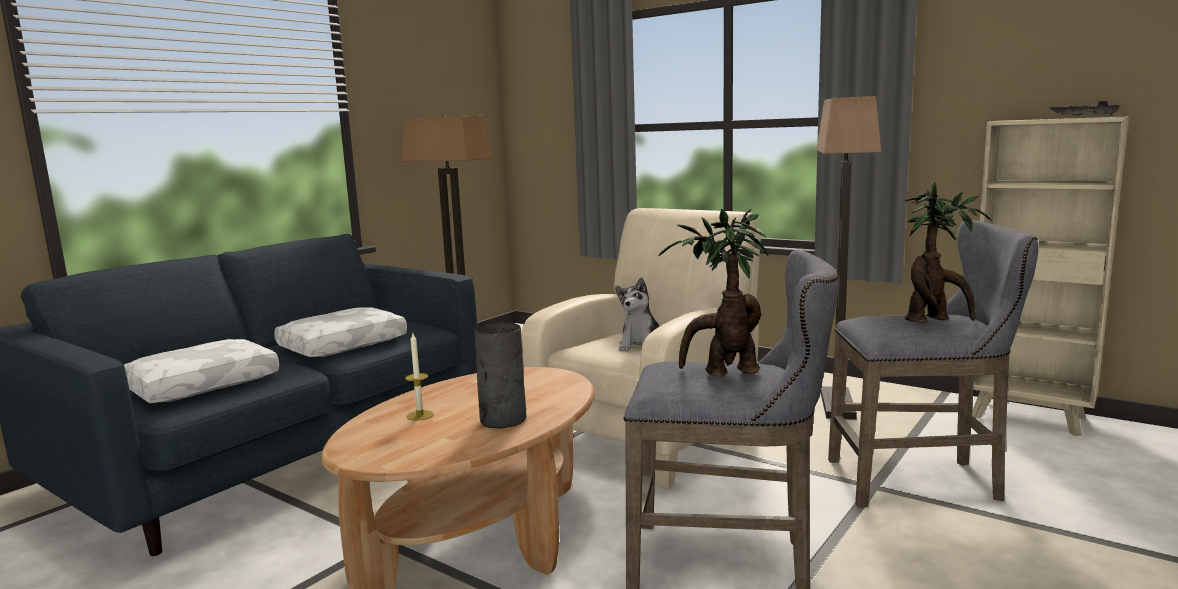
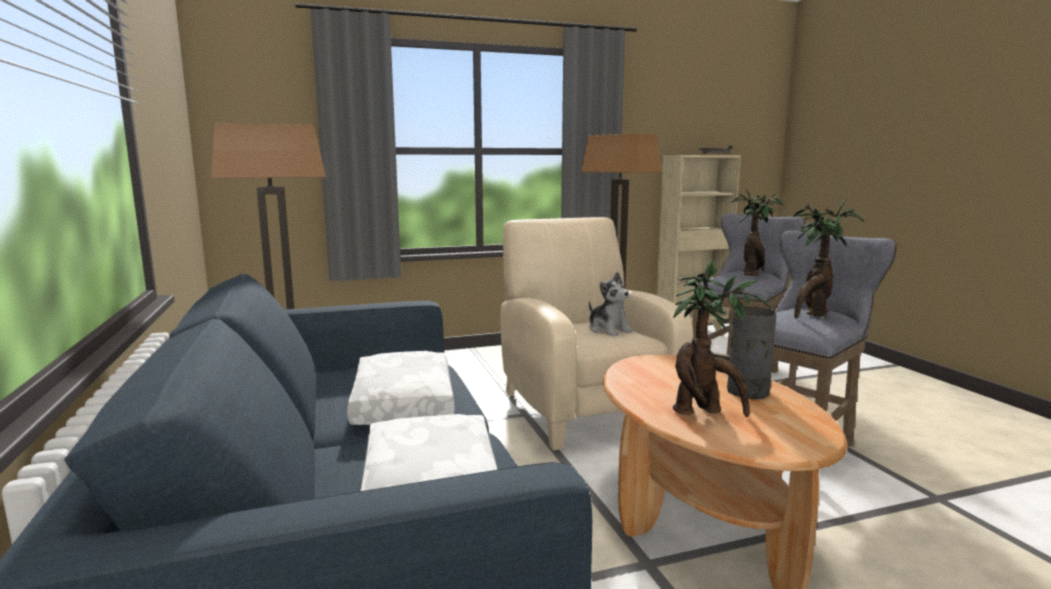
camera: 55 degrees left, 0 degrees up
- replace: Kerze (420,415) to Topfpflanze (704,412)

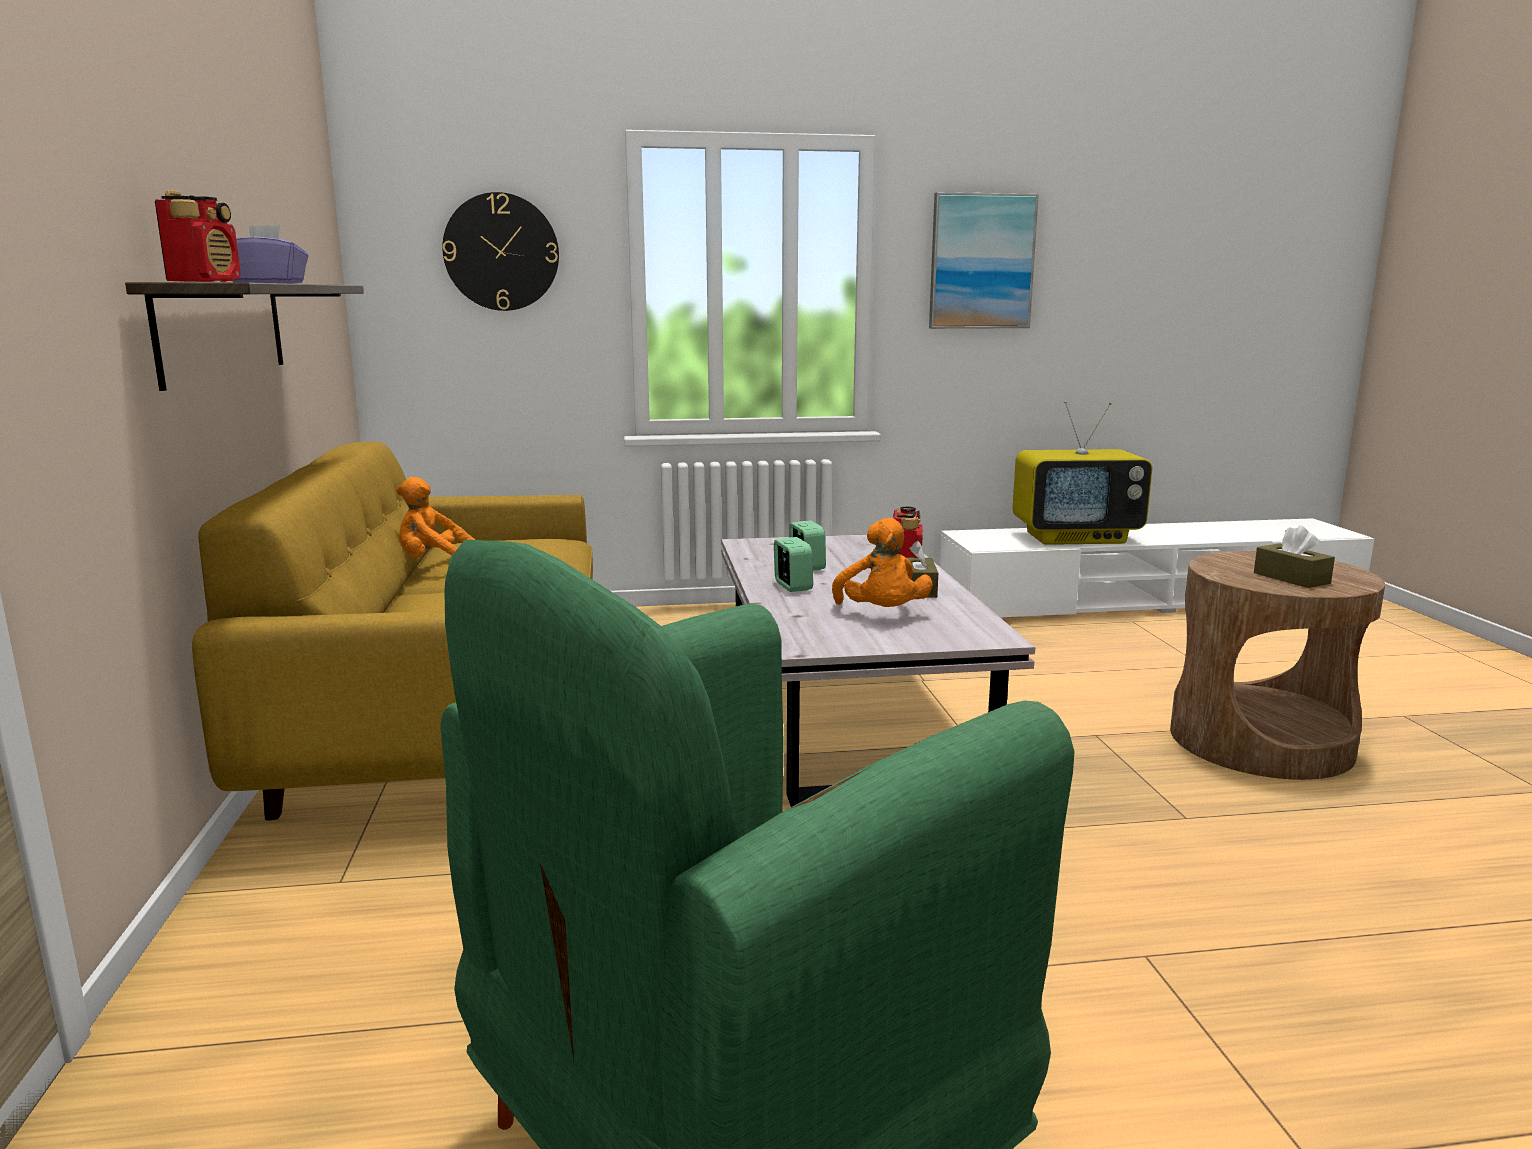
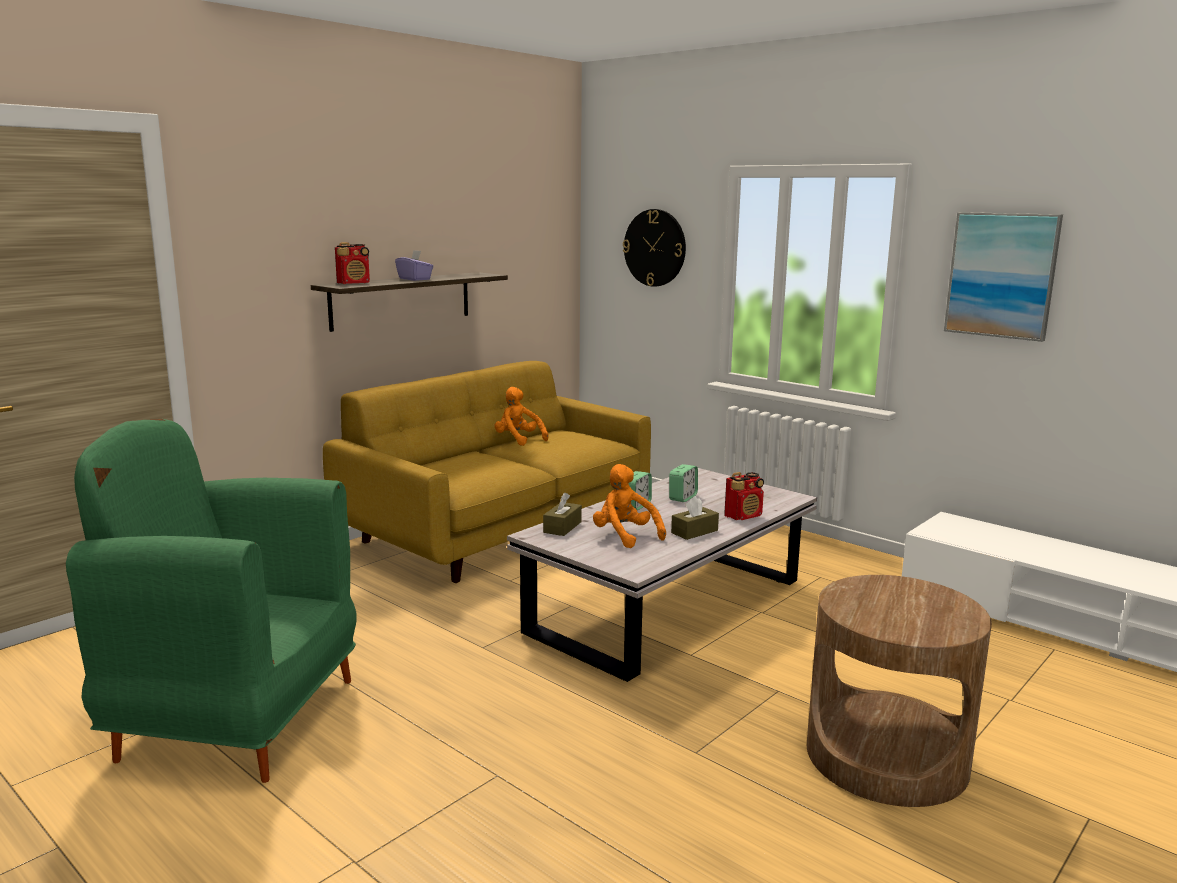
camera: 50 degrees right, 0 degrees up
- move: Taschentuchbox [braun] (1291,578) to (562,527)
- rotate: Plüschtier [orange] (881,614) = (625,536) 105 degrees clockwise
- delete: Fernseher (1076,538)

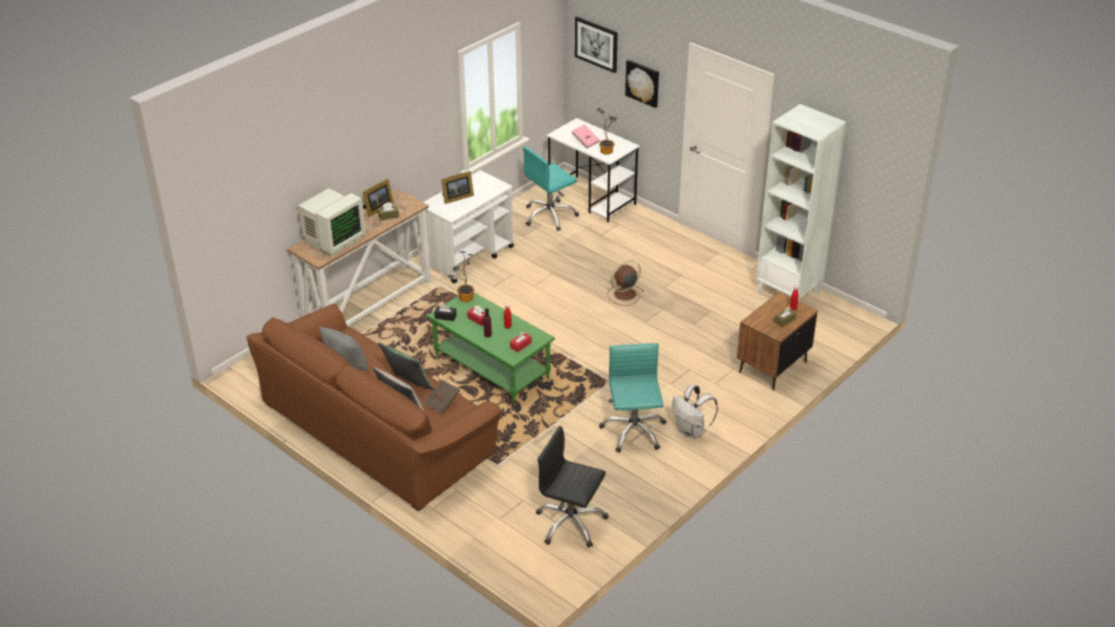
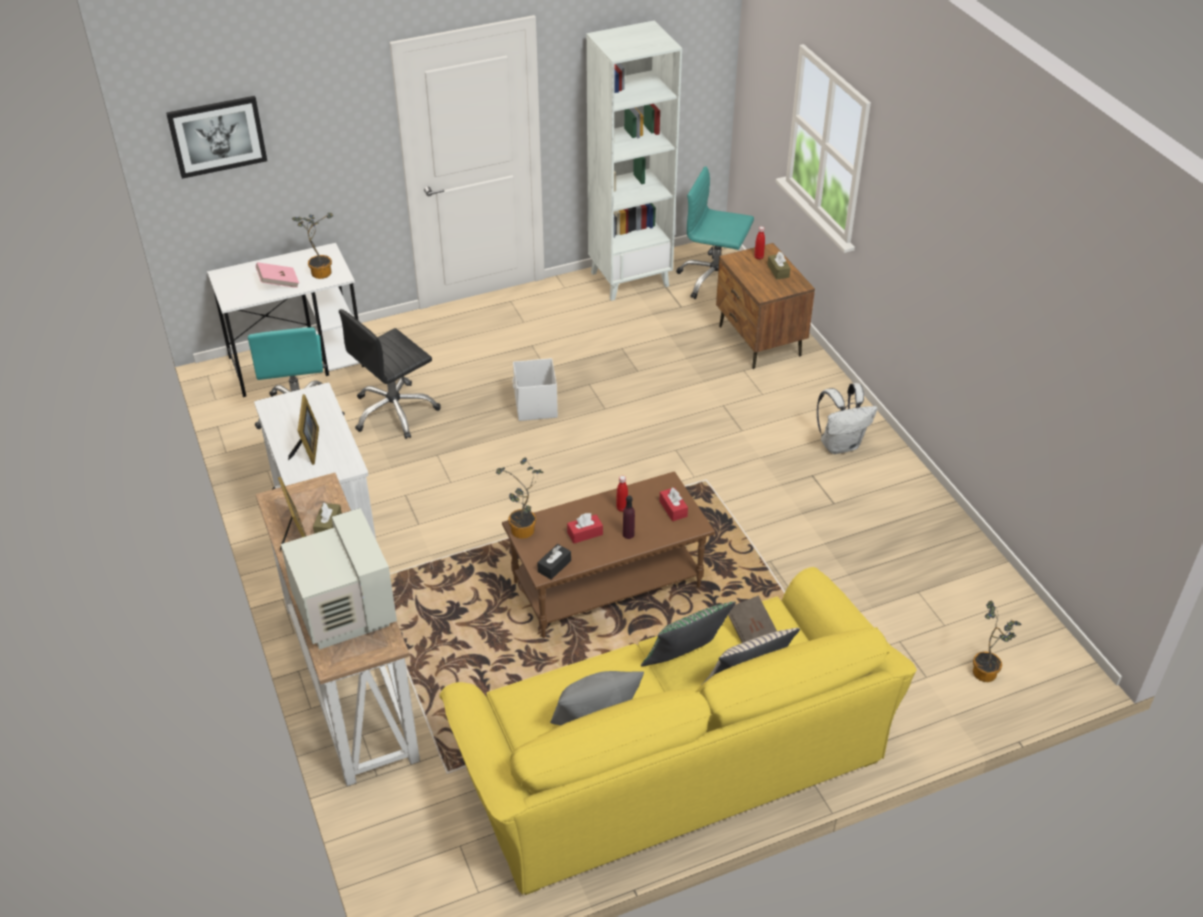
camera: 65 degrees left, 5 degrees up
- move: Bürostuhl [schwarz] (570,523) to (395,412)
- recolor: Sofa [braun] (377,429) to Sofa [gelb] (670,758)
- recolor: Couchtisch [grün] (491,368) to Couchtisch [braun] (607,586)
- replace: Ventilator [braun] (624,294) to Aufbewahrungsbox [weiß] (535,407)
- move: Bürostuhl [türkis] (633,431) to (715,280)
- insert: Topfpflanze (987,671)
- delete: Bild (643,83)

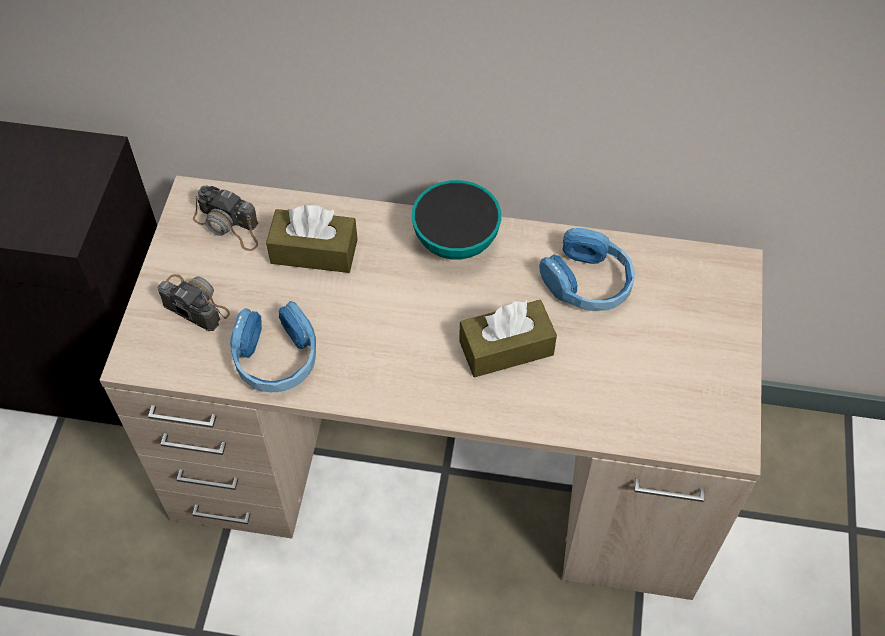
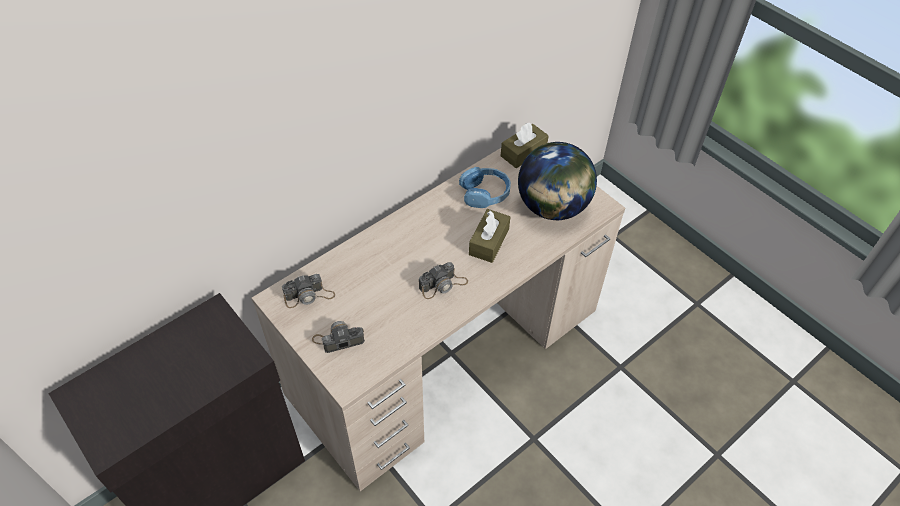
camera: 50 degrees left, 5 degrees down
- insert: Kamera (443,285)
- move: Taschentuchbox [braun] (314,251) to (523,152)
- insert: Globus (552,207)
- delete: Kopfhörer [blau] (276,358)
- delete: Schüssel (456,242)

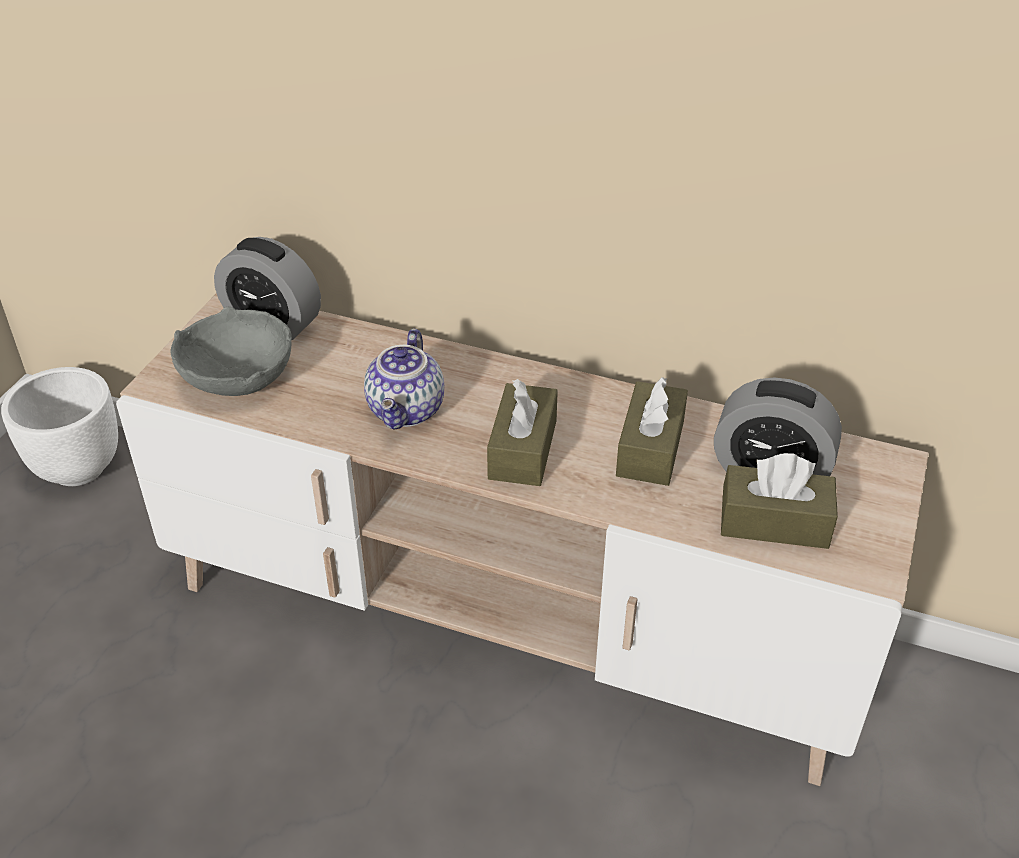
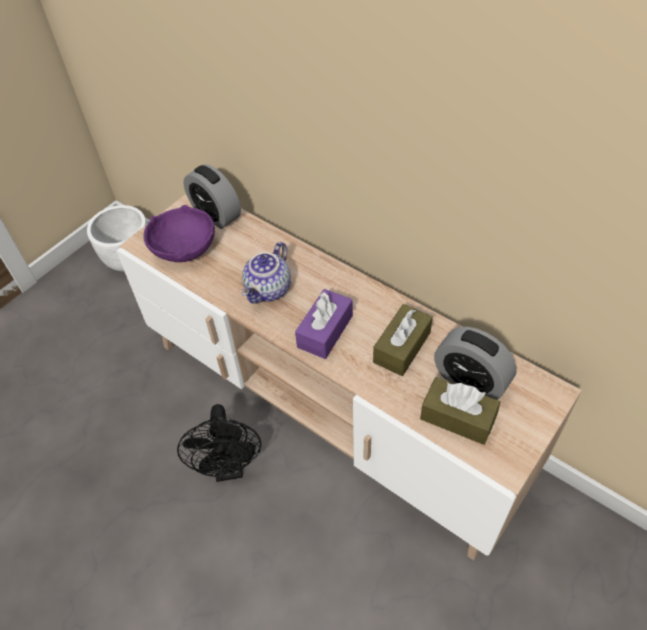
camera: 20 degrees right, 10 degrees up
- recolor: Schüssel [grau] (239,377) to Schüssel [lila] (185,248)
- insert: Ventilator [schwarz] (229,467)
- recolor: Taschentuchbox [braun] (522,449) to Taschentuchbox [lila] (325,331)

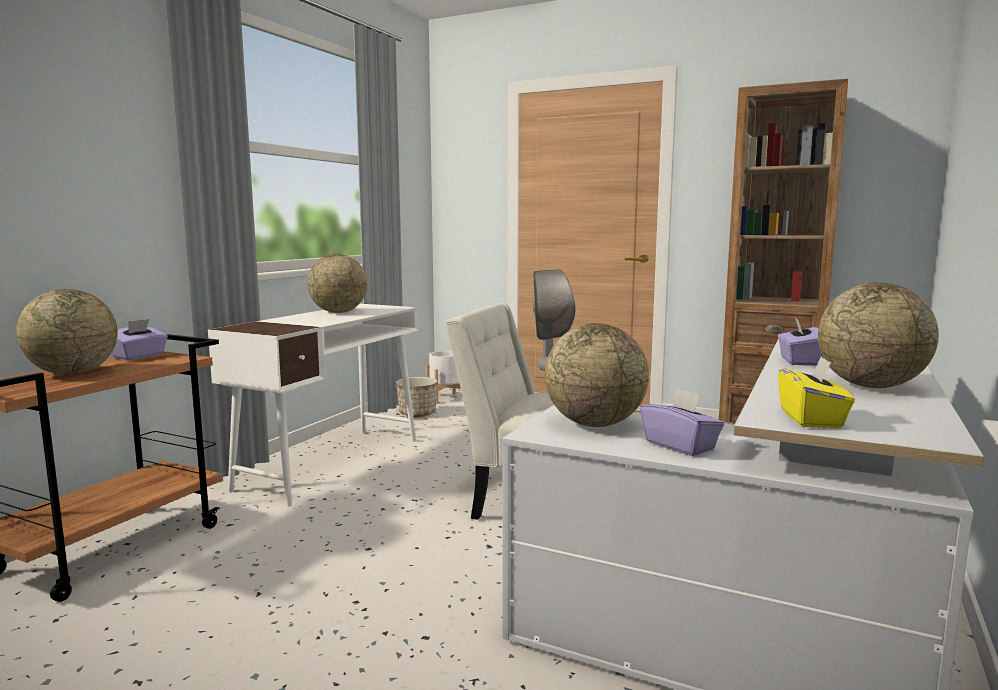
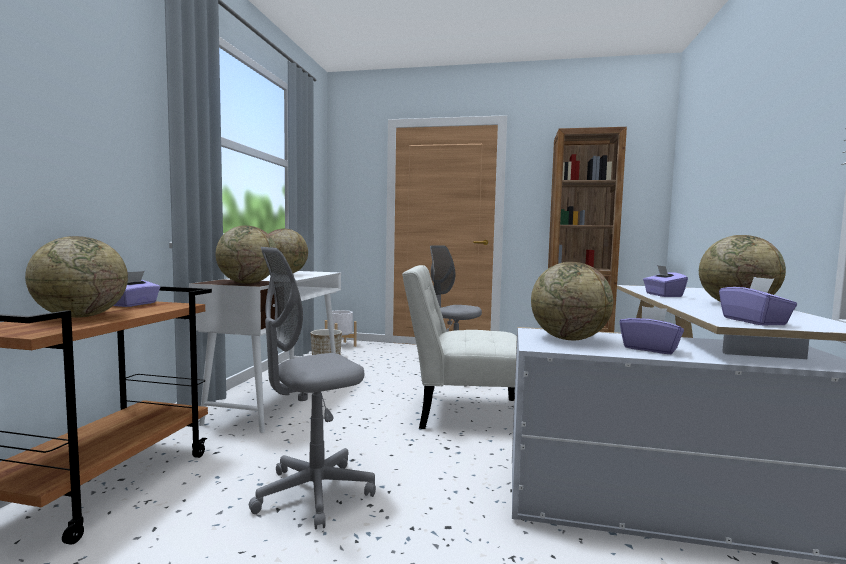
camera: 15 degrees left, 5 degrees down
- insert: Globus (247,283)
- insert: Bürostuhl [grau] (314,493)
- recolor: Taschentuchbox [gelb] (812,419) to Taschentuchbox [lila] (754,321)

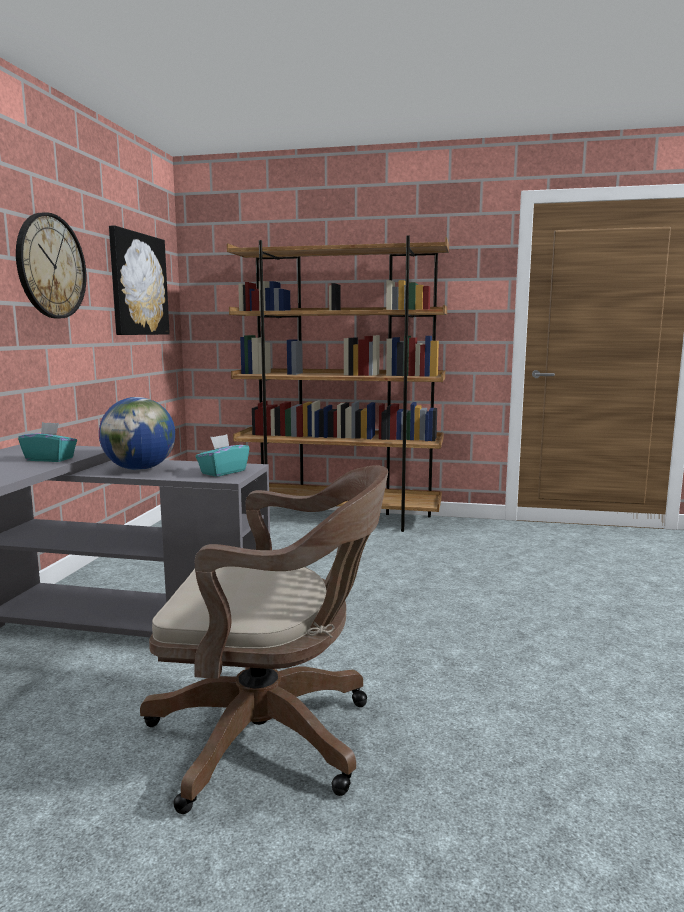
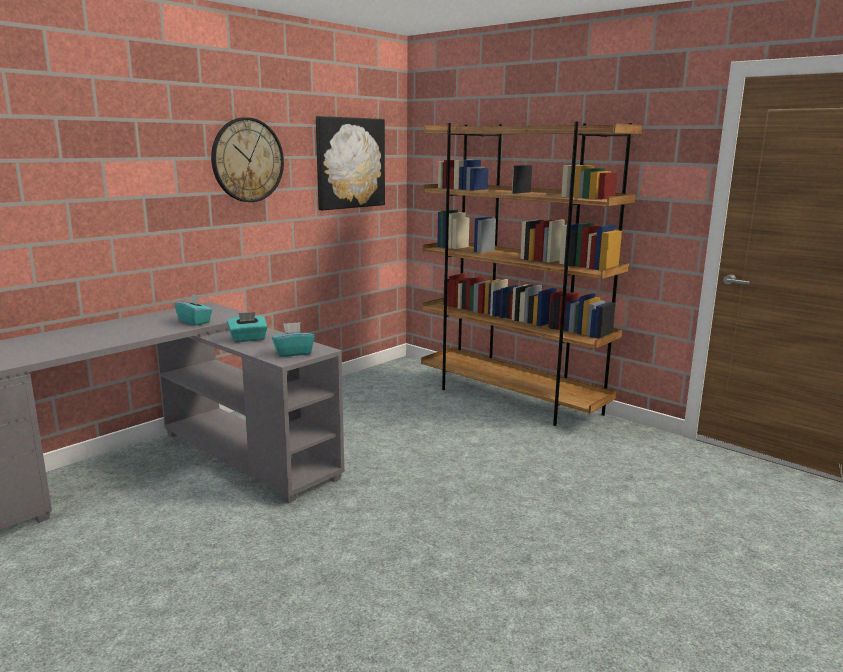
camera: 30 degrees right, 5 degrees up
- replace: Globus (140,469) to Taschentuchbox [türkis] (248,339)
- delete: Bürostuhl [braun] (273,737)

